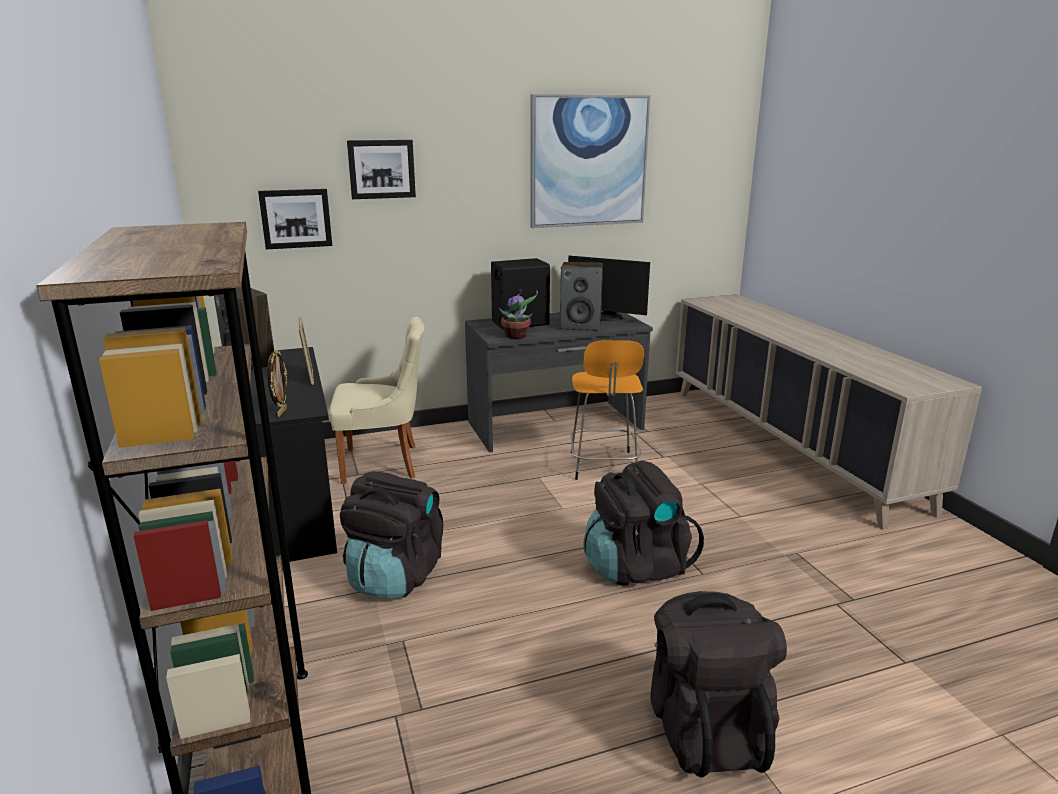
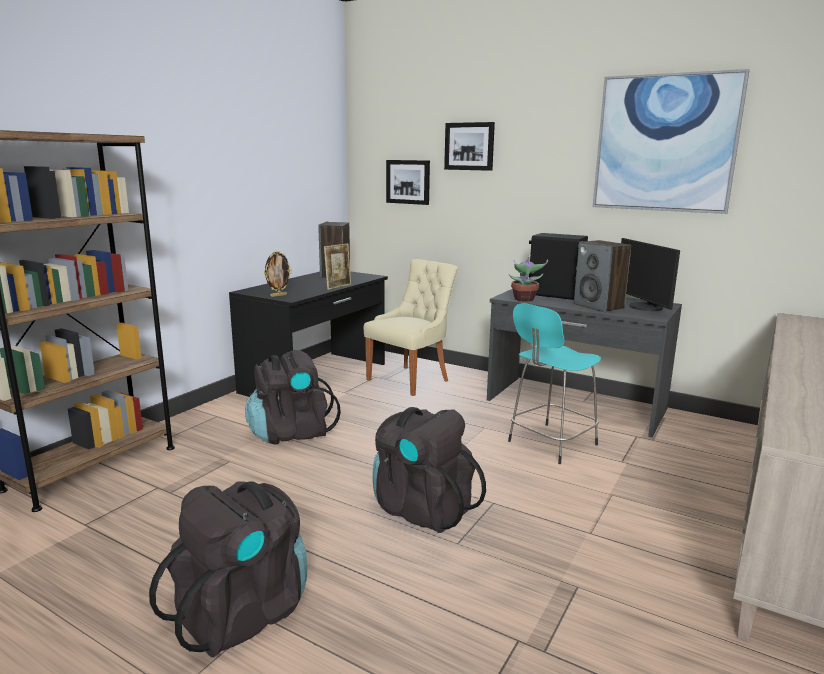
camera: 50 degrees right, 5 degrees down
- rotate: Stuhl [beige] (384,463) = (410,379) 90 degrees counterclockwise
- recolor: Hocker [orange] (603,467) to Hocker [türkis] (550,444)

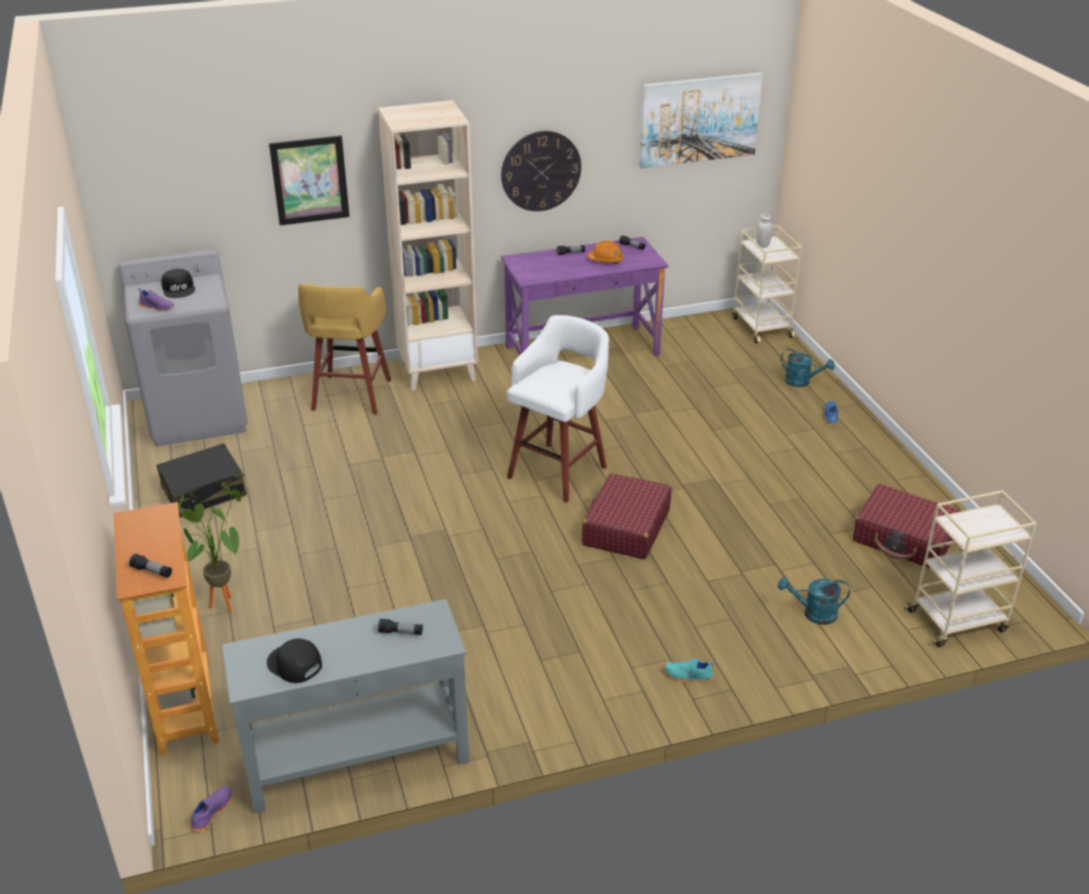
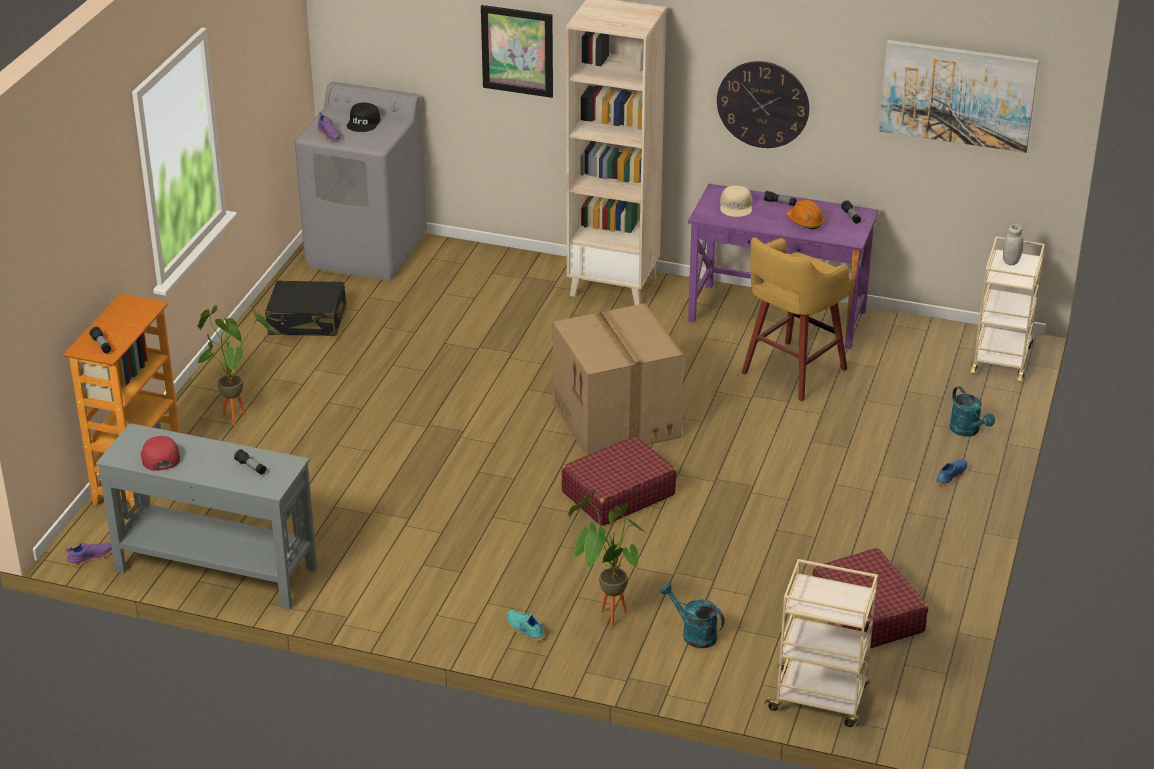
camera: 35 degrees right, 0 degrees up
- recolor: Kappe [schwarz] (294,664) to Kappe [rot] (159,457)
- replace: Hocker [weiß] (559,471) to Karton (618,421)
- insert: Topfpflanze (605,617)
- insert: Kappe [beige] (736,206)
- move: Hocker [gelb] (350,396) to (791,372)

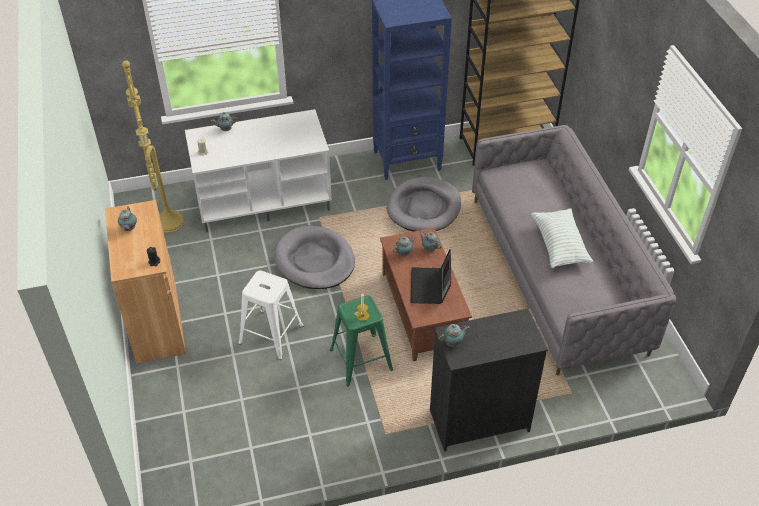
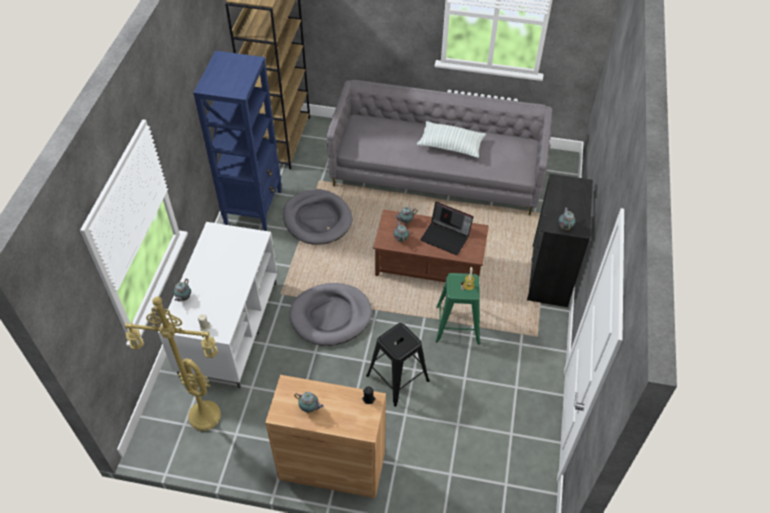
camera: 65 degrees left, 5 degrees up
- recolor: Hocker [weiß] (270,334) to Hocker [schwarz] (397,378)

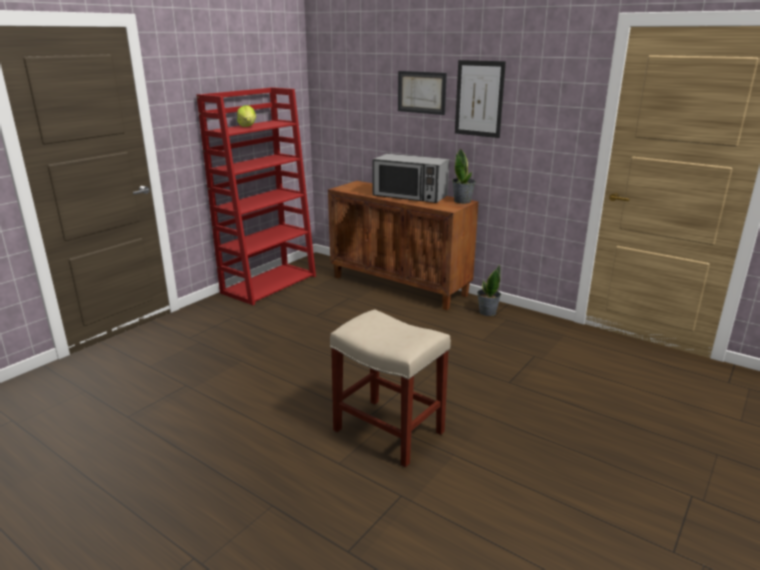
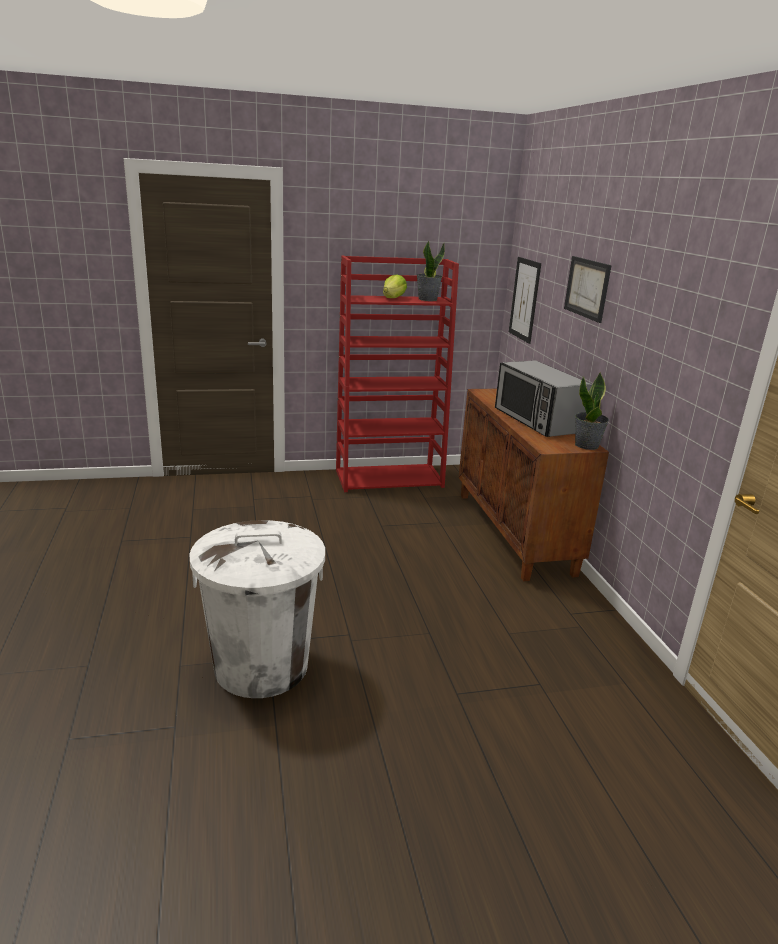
camera: 40 degrees right, 0 degrees up
- replace: Hocker [beige] (390,431) to Mülleimer [weiß] (262,666)
- move: Topfpflanze (487,312) to (427,299)
- move: Bild (479,99) to (524,299)

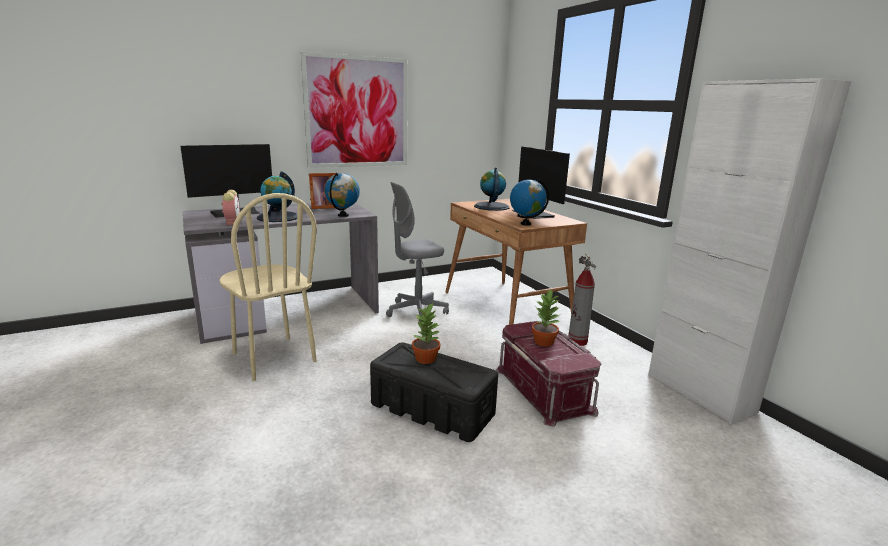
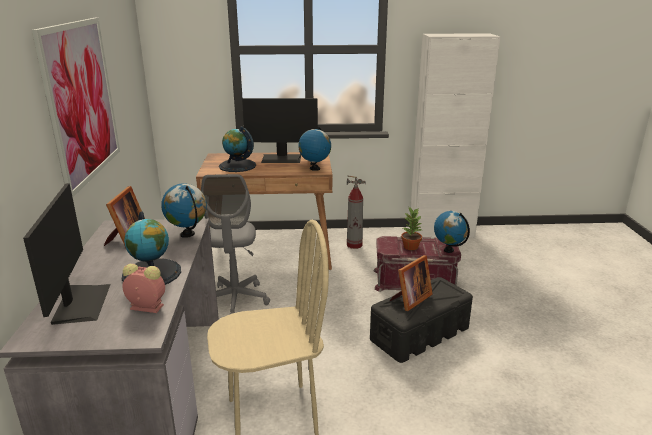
camera: 65 degrees left, 5 degrees up
- replace: Topfpflanze (426,359) to Bilderrahmen (410,300)
- insert: Globus (449,250)

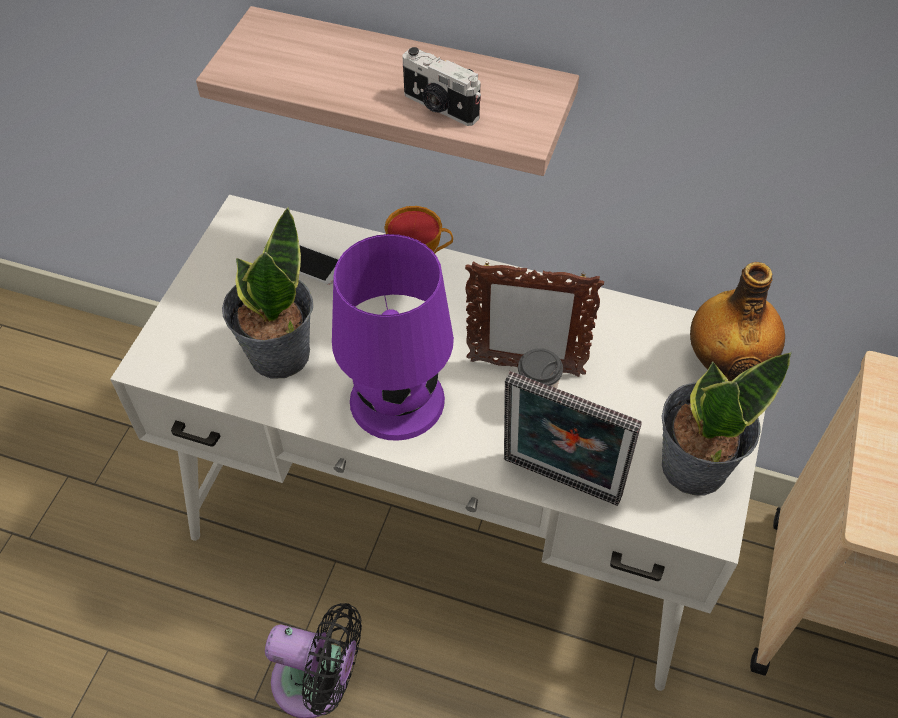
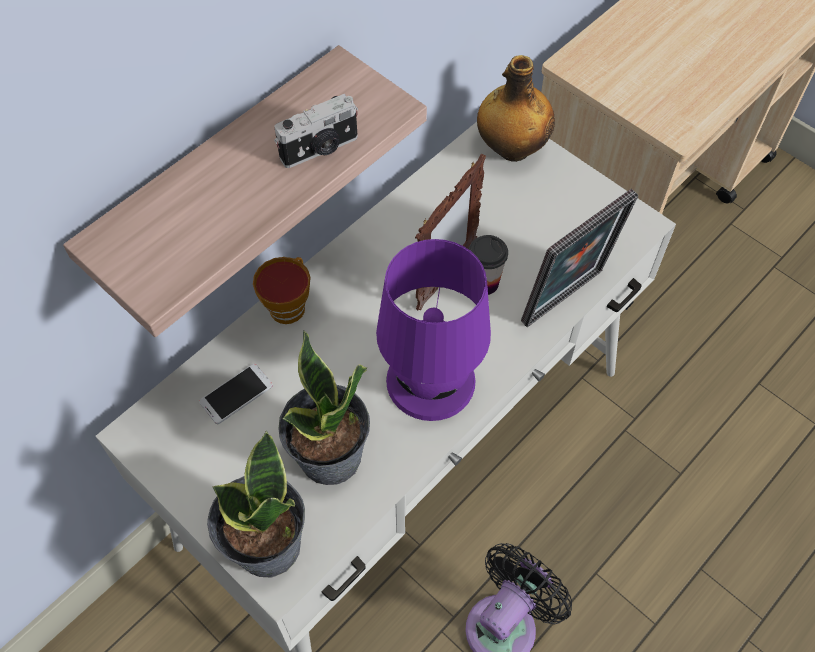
camera: 65 degrees left, 5 degrees up
- move: Topfpflanze (693,465) to (267,546)

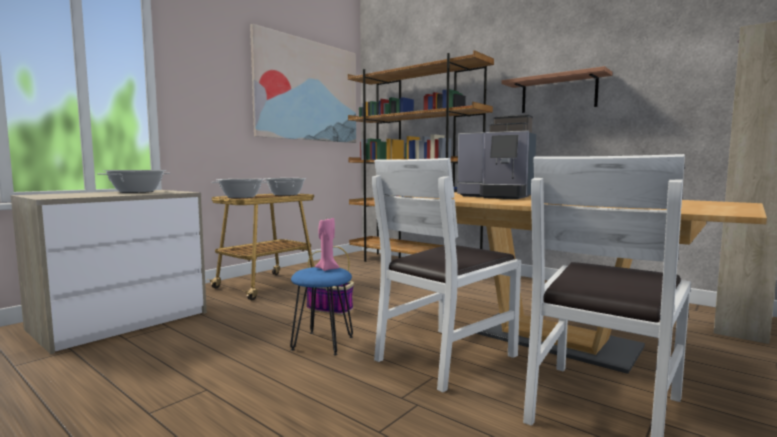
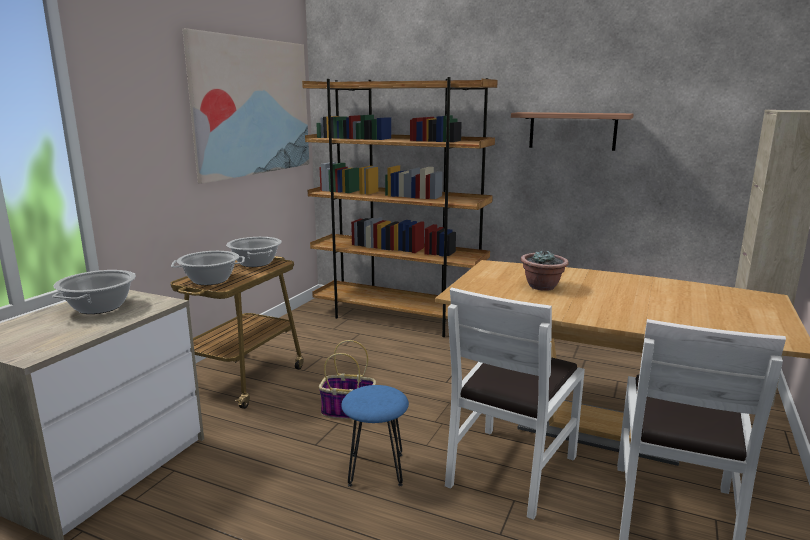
camera: 15 degrees left, 10 degrees up
- replace: Kaffeemaschine (497,196) to Topfpflanze (542,286)
- delete: Kerze [rosa] (327,269)

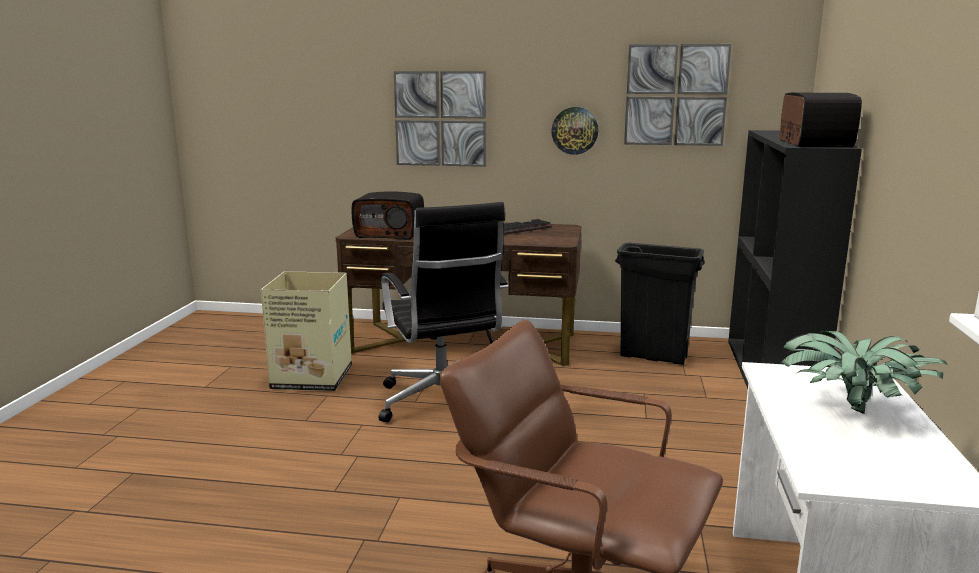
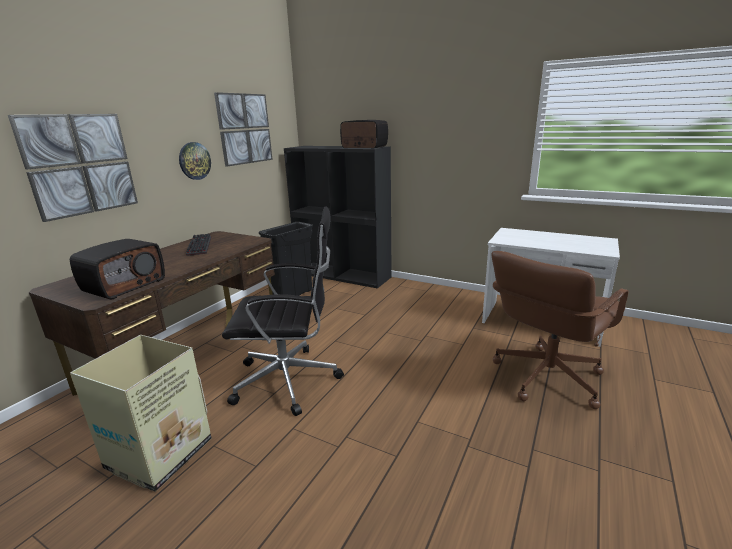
camera: 70 degrees left, 5 degrees up
- delete: Topfpflanze (852,411)

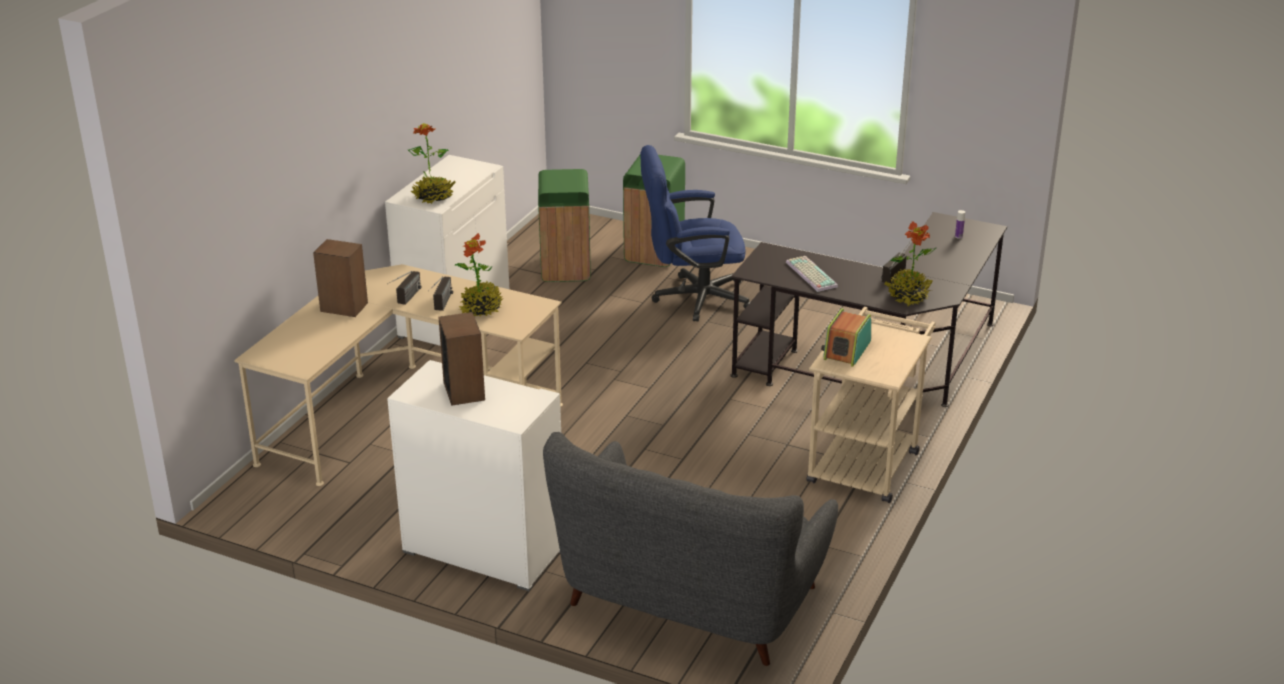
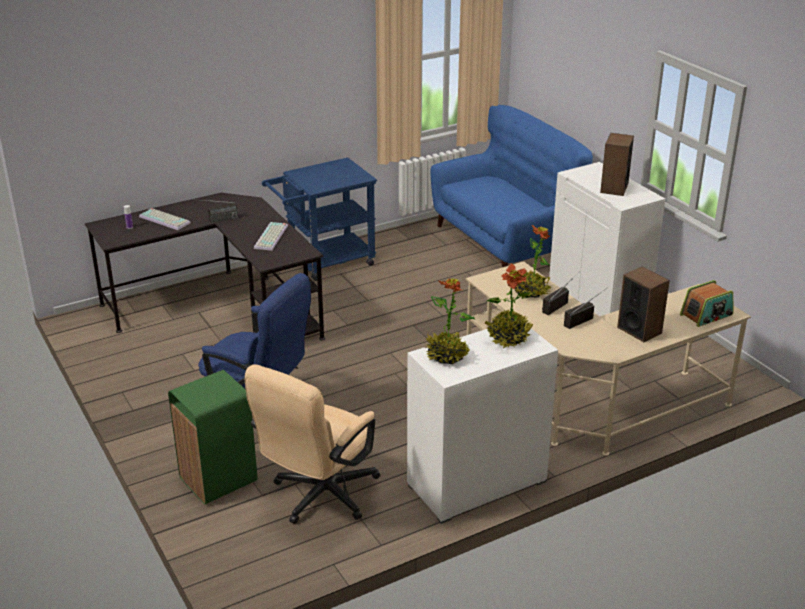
camera: 145 degrees left, 0 degrees up
- insert: Tastatur (166,219)
- replace: Mülleimer [grün] (566,268) to Bürostuhl [beige] (319,497)
- recolor: Rollwagen [beige] (866,461) to Rollwagen [blau] (324,262)
- move: Topfpflanze (908,296) to (447,356)
- recolor: Sofa [grau] (689,600) to Sofa [blau] (506,241)
- move: Radio (846,350) to (706,315)

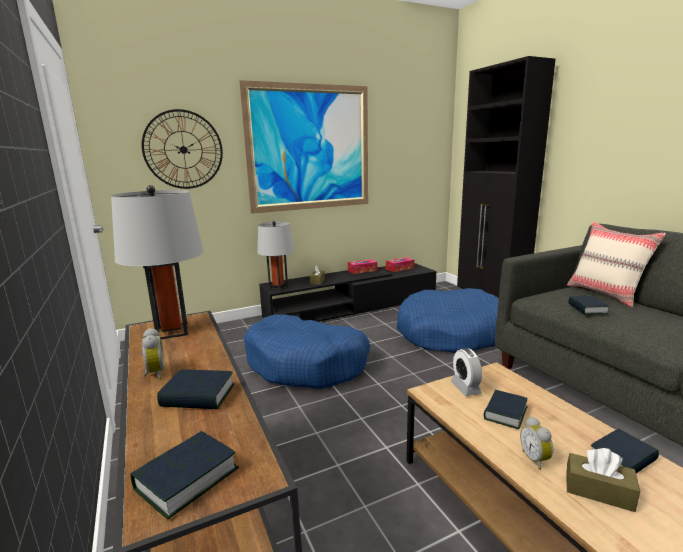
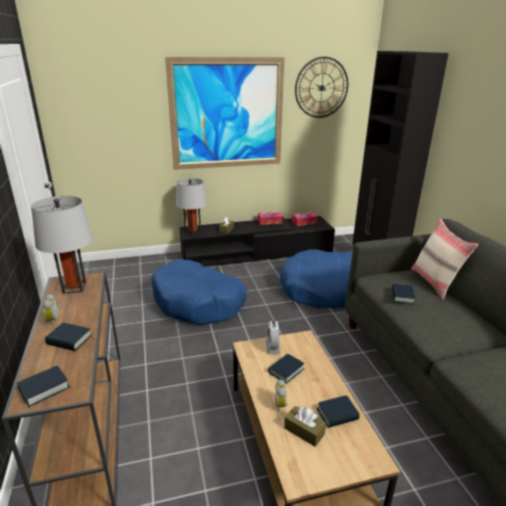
camera: 10 degrees right, 10 degrees up
- move: Wanduhr (183,150) to (321,88)

